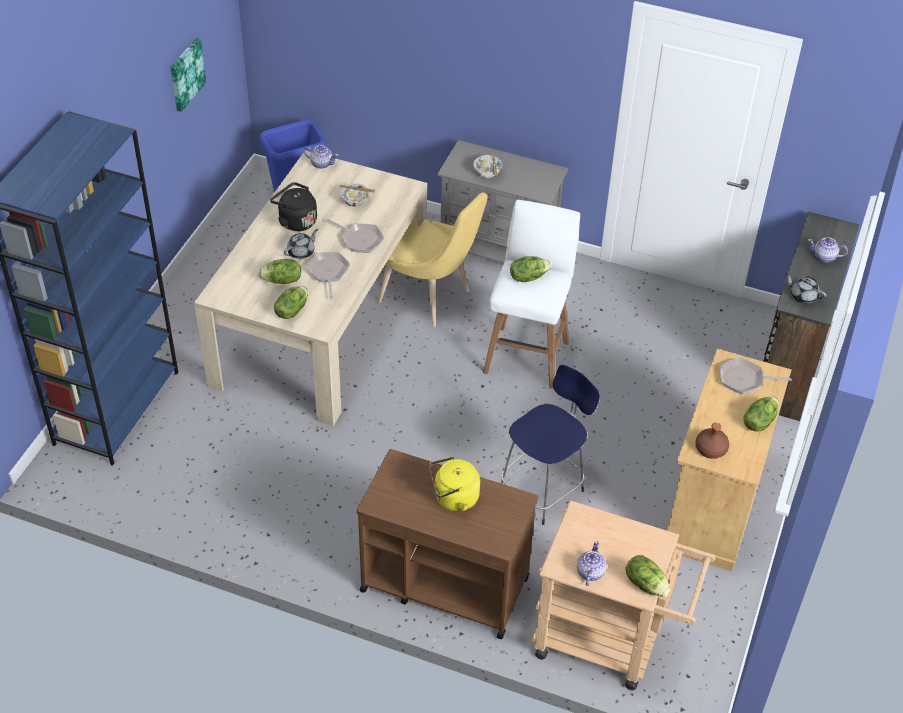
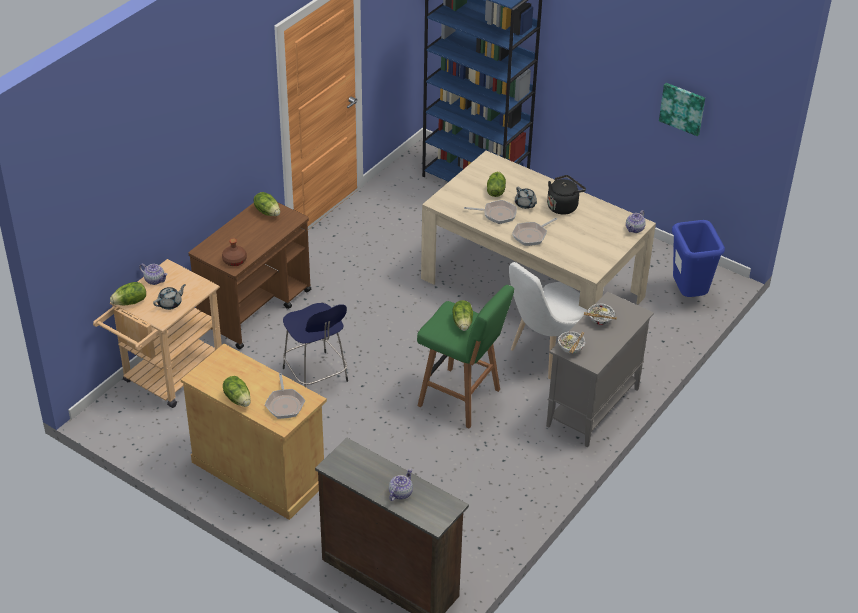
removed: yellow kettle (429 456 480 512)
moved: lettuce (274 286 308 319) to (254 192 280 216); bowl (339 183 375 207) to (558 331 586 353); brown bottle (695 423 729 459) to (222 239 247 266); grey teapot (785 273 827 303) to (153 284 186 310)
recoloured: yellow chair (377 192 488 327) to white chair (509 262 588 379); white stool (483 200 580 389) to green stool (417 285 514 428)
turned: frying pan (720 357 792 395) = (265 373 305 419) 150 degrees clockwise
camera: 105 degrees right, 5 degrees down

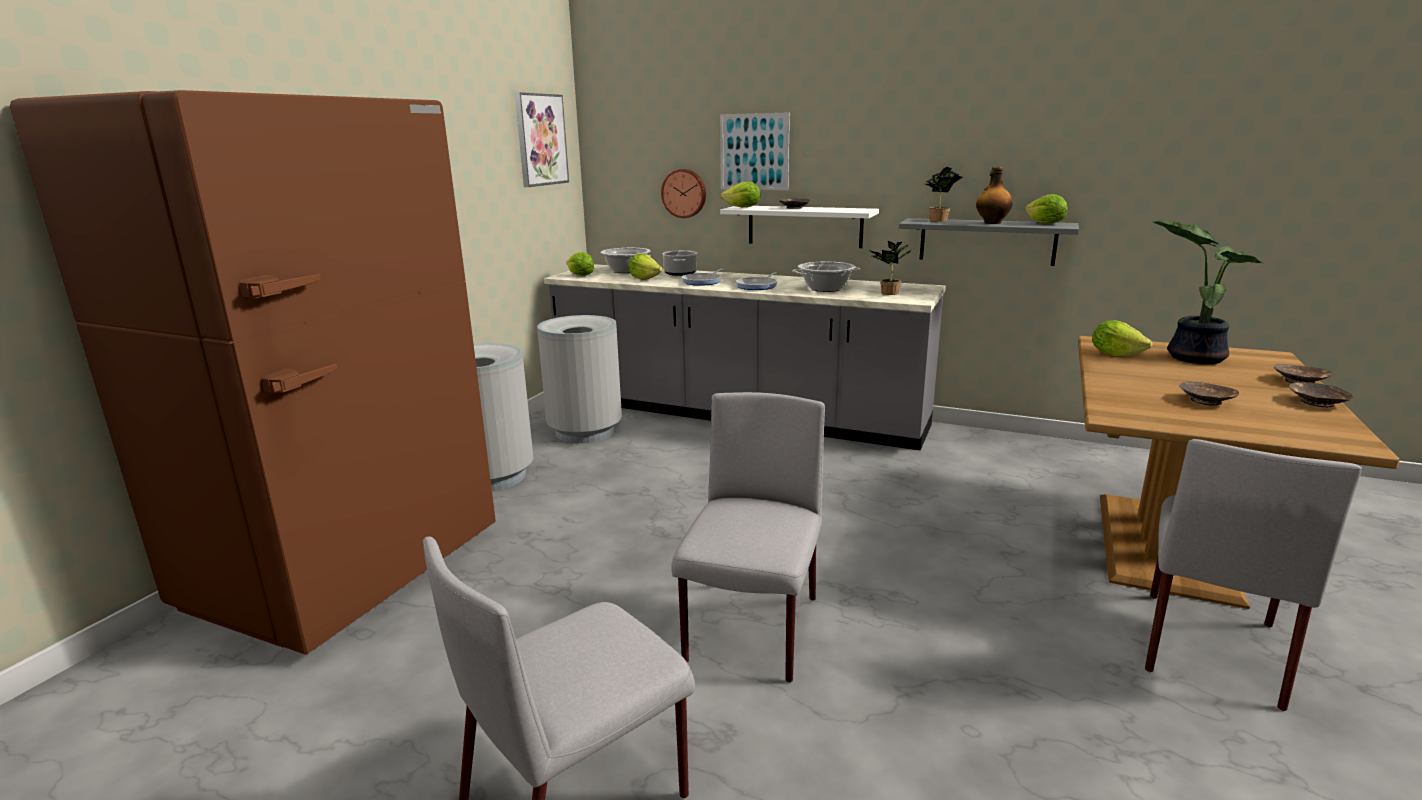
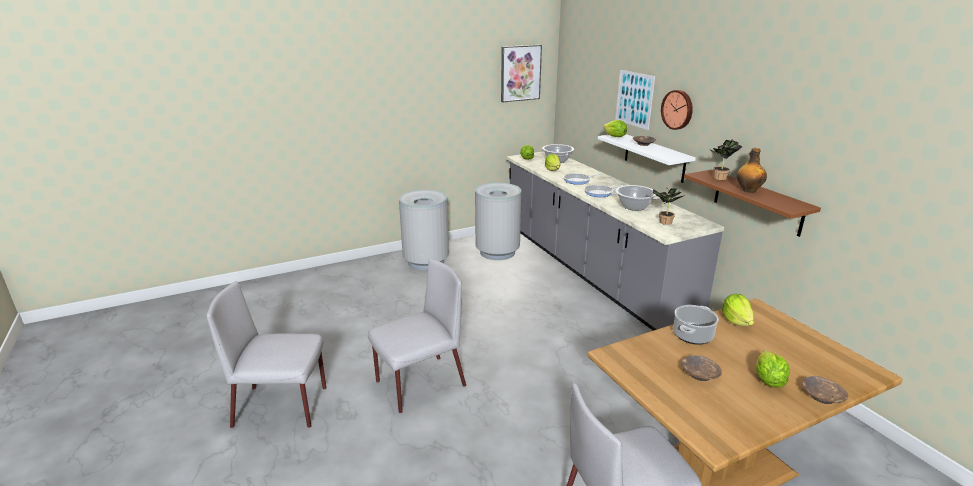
removed: brown fridge (10 90 496 655); potted plant (1153 220 1263 364); brown bowl (1289 382 1353 407)
moved: wall clock (661 169 706 218) to (661 90 693 130); cooking pot (662 250 697 276) to (673 305 719 345); lettuce (1025 194 1067 224) to (756 350 790 387)
recoloured: grey shelf (899 218 1079 266) to brown shelf (684 170 821 237)
camera: 40 degrees right, 5 degrees up

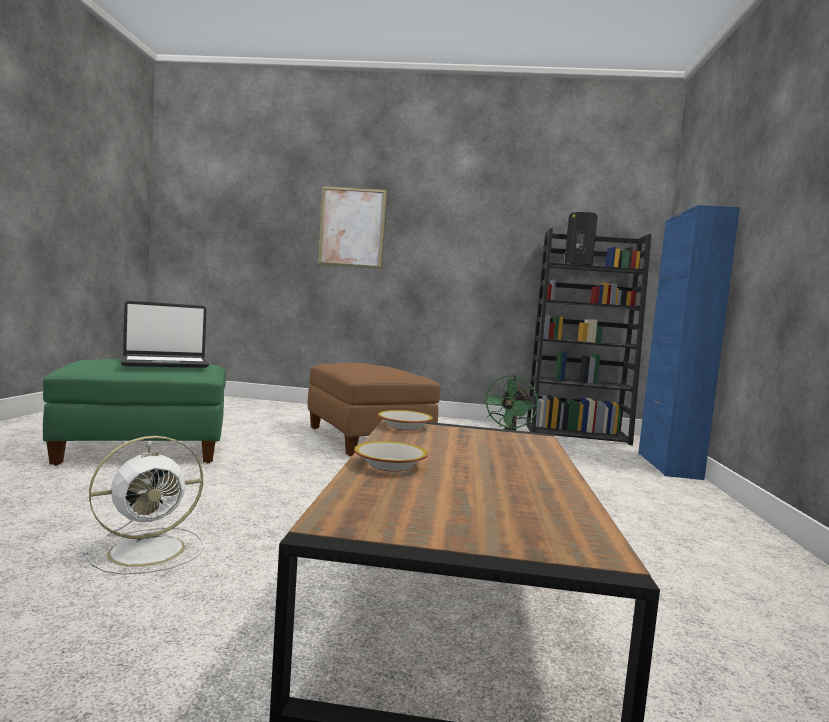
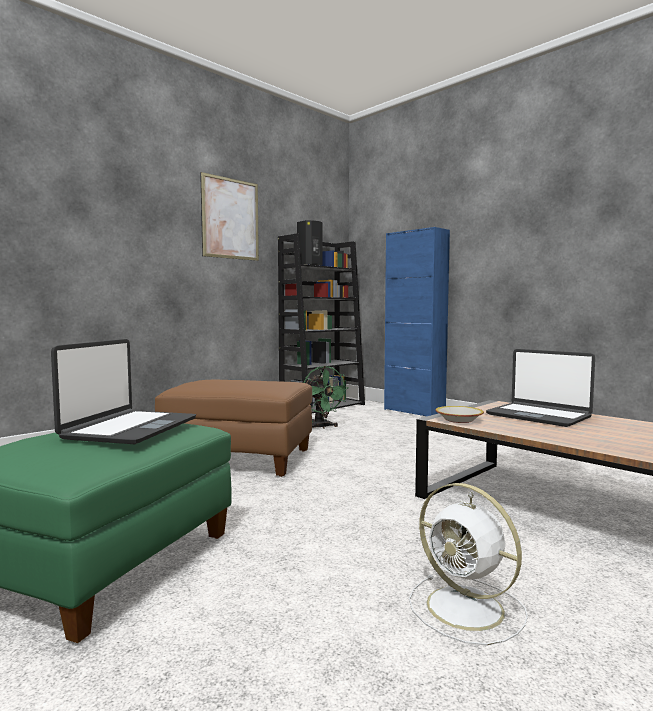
removed: bowl (354 441 428 472)
added: laptop (486 349 595 427)
moved: picture (318 186 387 269) to (200 172 259 261)
turned: white fan (82 436 204 575) = (409 483 528 645) 135 degrees clockwise
camera: 50 degrees left, 0 degrees up

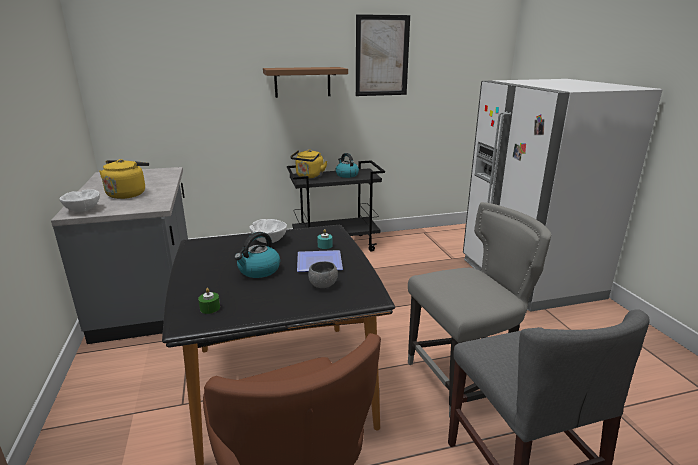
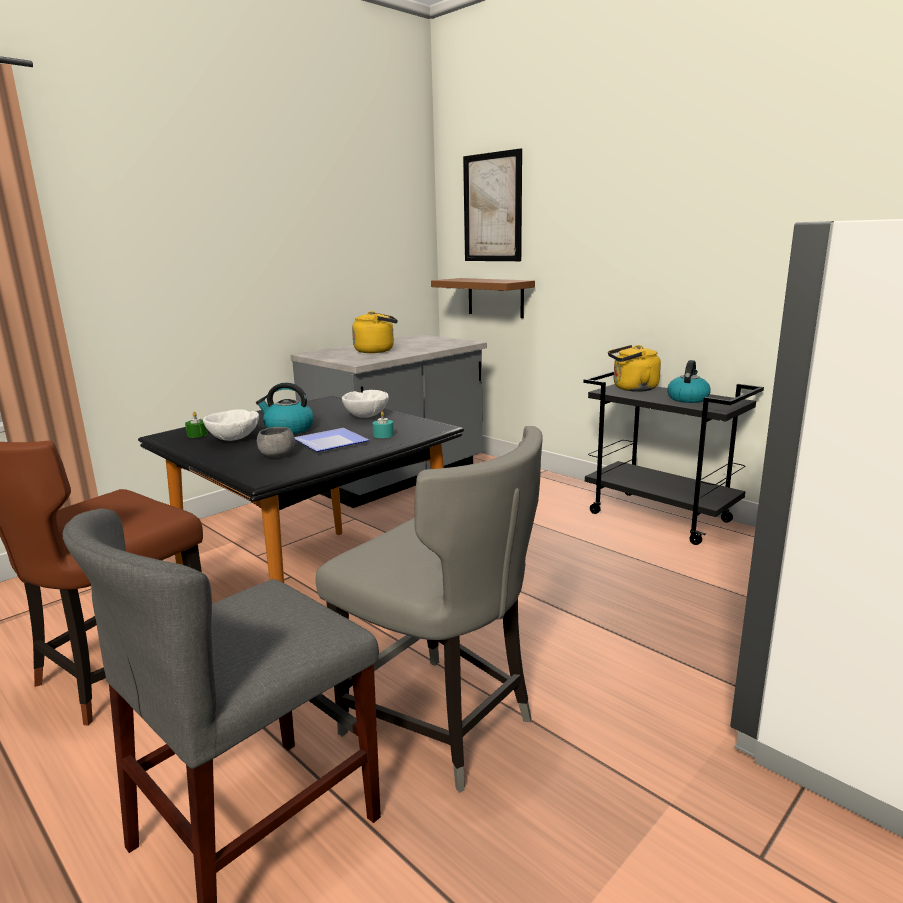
moved: white bowl (60 189 100 212) to (203 409 259 441); brown shelf (263 67 348 98) to (431 278 535 318); picture (356 14 410 96) to (463 148 522 261)
camera: 60 degrees right, 5 degrees down

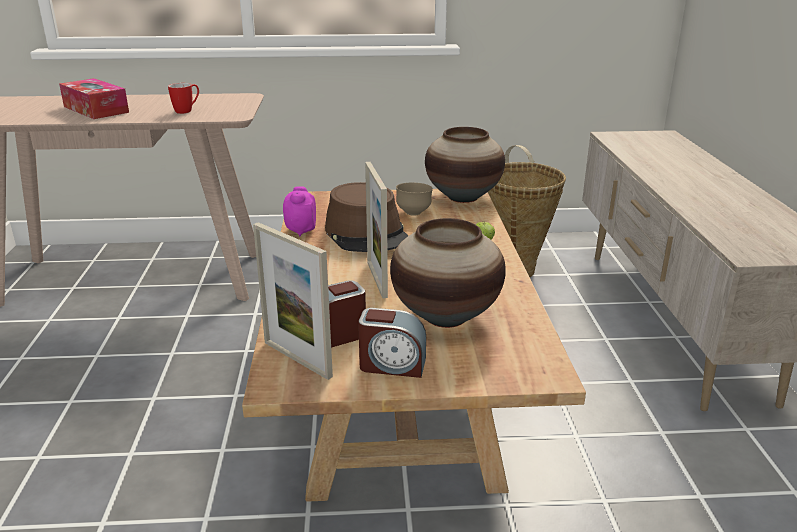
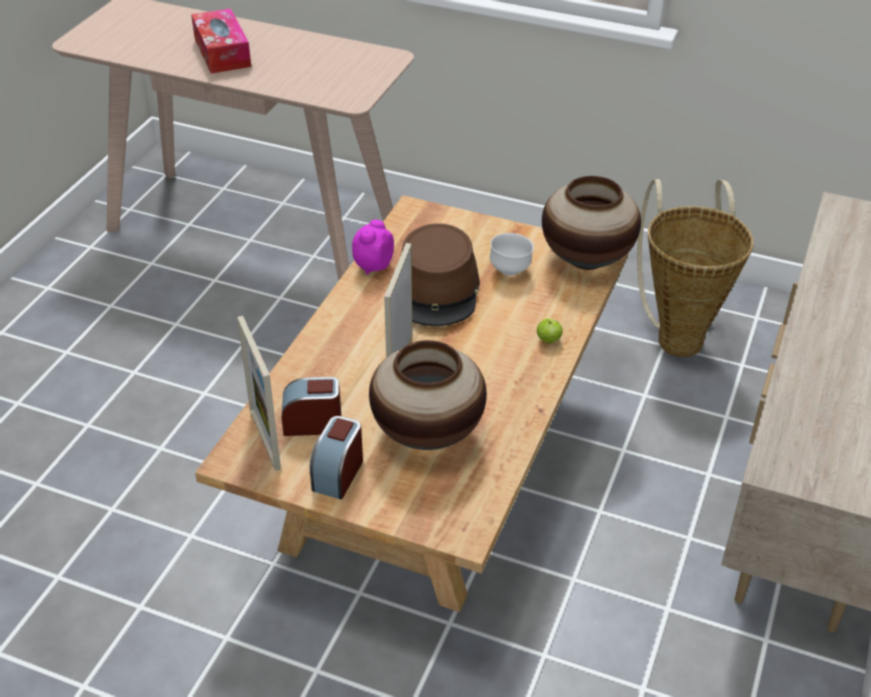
removed: mug (168 83 199 114)
recoloured: brown bowl (396 183 433 216) to white bowl (490 233 534 276)
turned: alarm clock (358 308 426 378) = (310 416 363 500) 75 degrees clockwise
camera: 25 degrees right, 15 degrees up

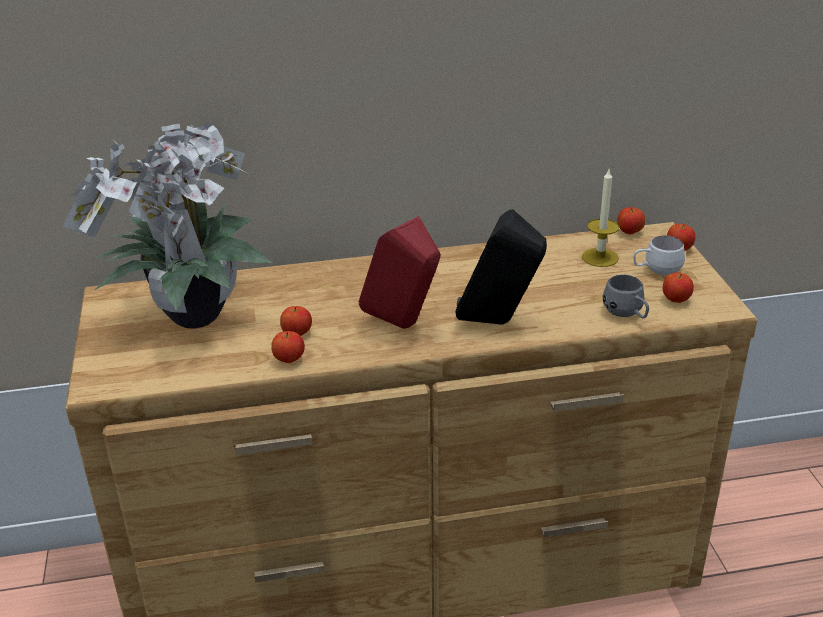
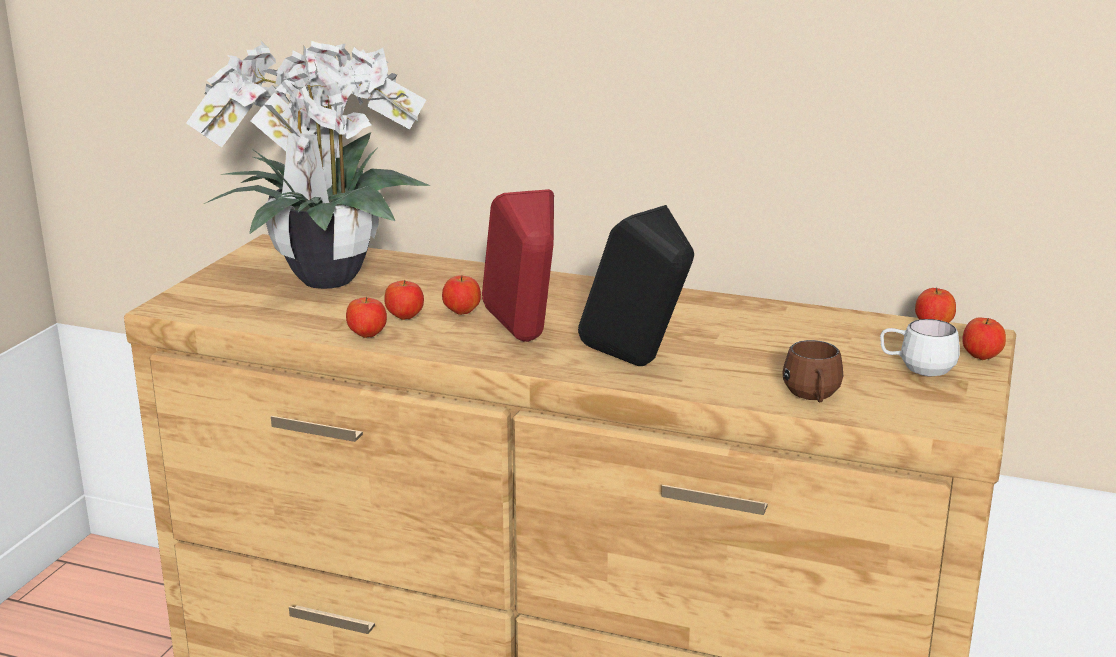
removed: candle (582 170 619 267)
moved: apple (663 273 694 303) to (442 275 481 315)
recoloured: grey mug (603 274 649 319) to brown mug (782 340 843 402)
camera: 30 degrees right, 10 degrees down

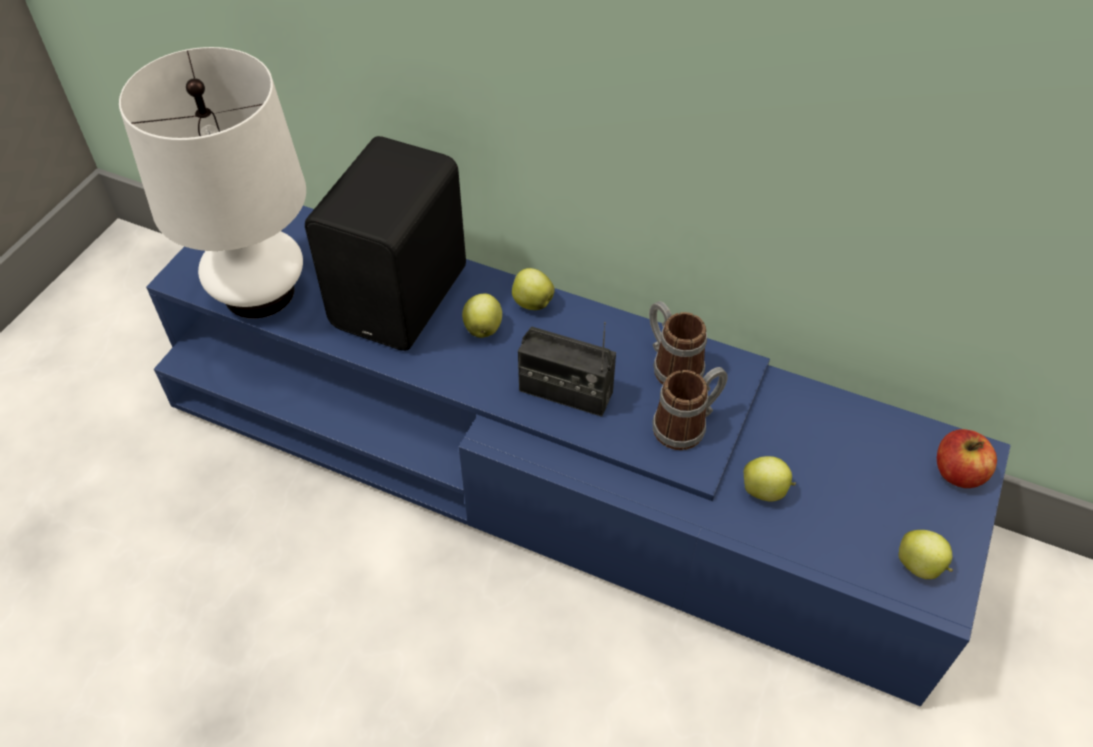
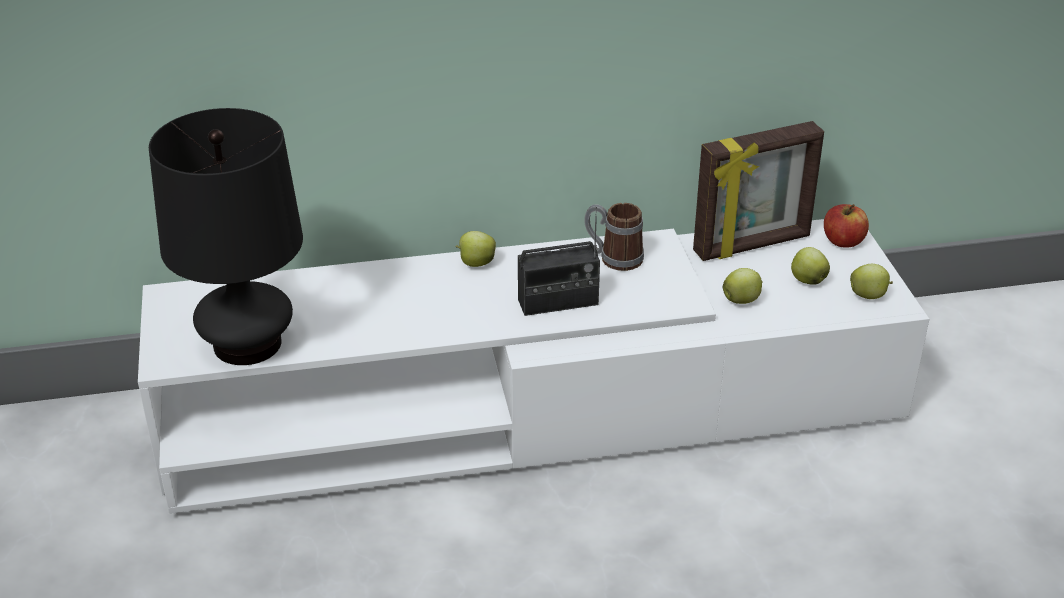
removed: black speaker (305 136 466 351); mug (653 367 728 450)
added: picture frame (693 121 824 261)
moved: apple (462 293 502 338) to (791 247 830 285)
recoloured: white table lamp (119 47 306 319) to black table lamp (149 108 303 365); blue tv stand (146 206 1011 706) to white tv stand (138 219 929 514)
camera: 35 degrees left, 15 degrees down

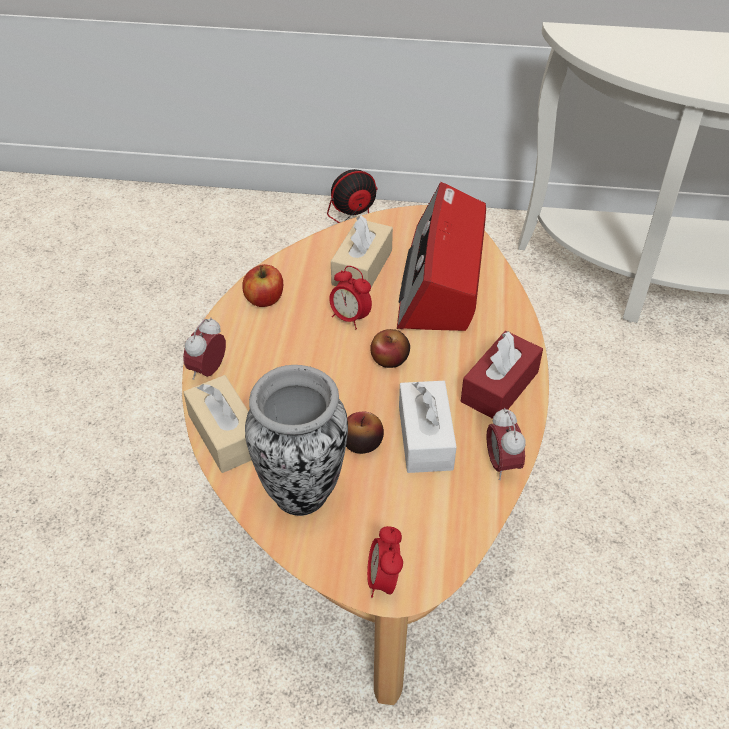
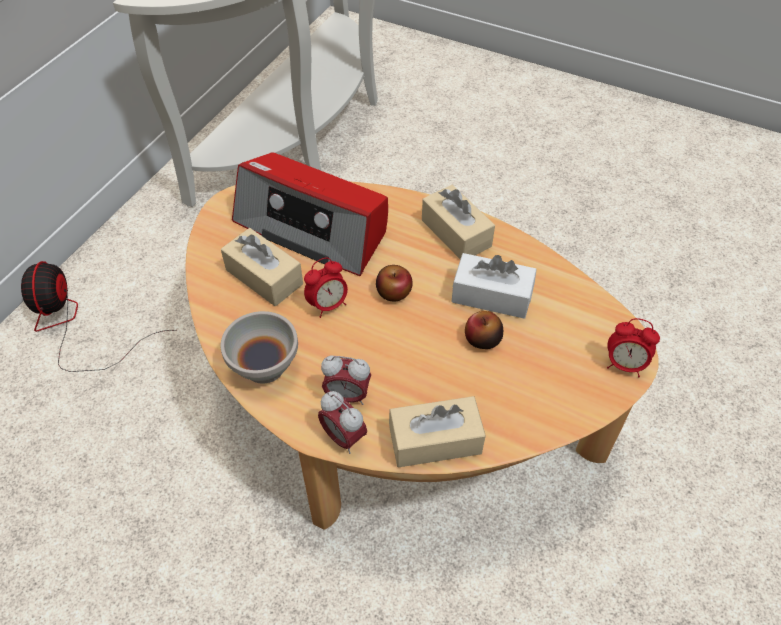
removed: vase (245 365 348 516)
moved: alarm clock (486 408 526 480) to (321 356 371 405)
replaced: apple (242 264 283 307) to white bowl (221 311 298 384)
recoloured: red tissue box (461 331 543 419) to beige tissue box (422 185 495 259)
camera: 70 degrees left, 5 degrees up

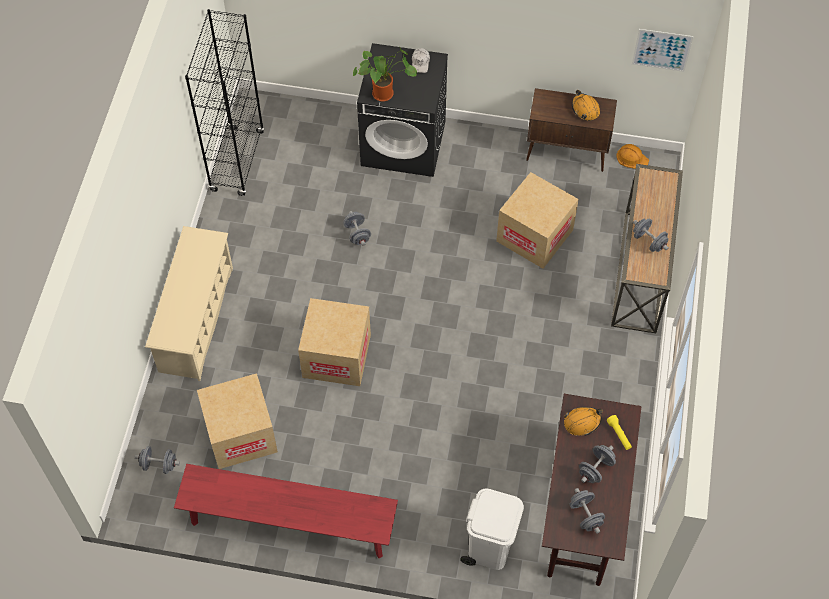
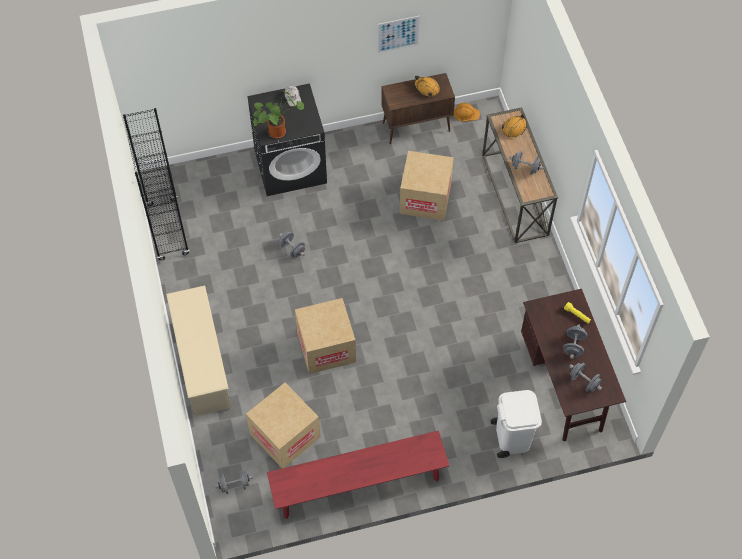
moved: orange hard hat (564 407 603 436) to (501 114 527 137); picture (632 29 693 72) to (377 16 420 53)
camera: 25 degrees left, 0 degrees up

